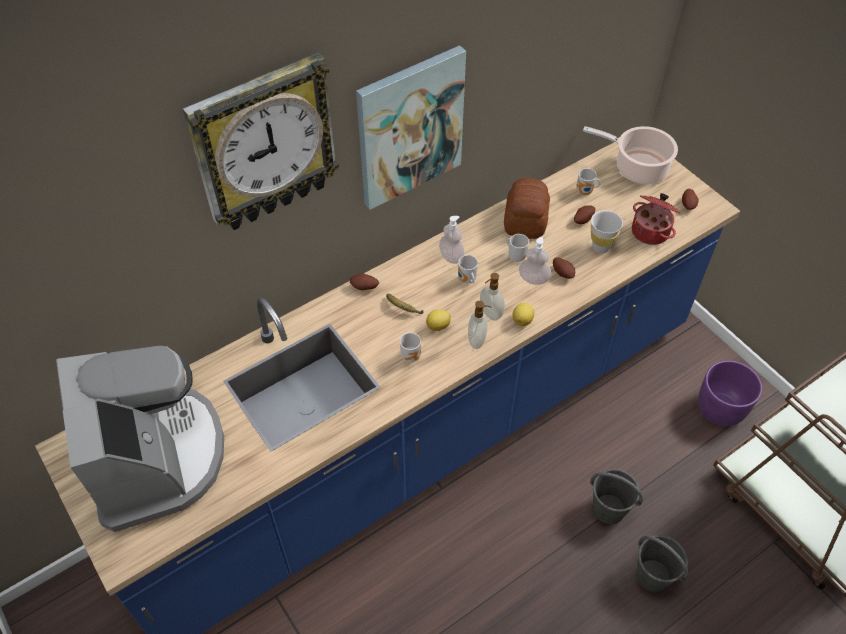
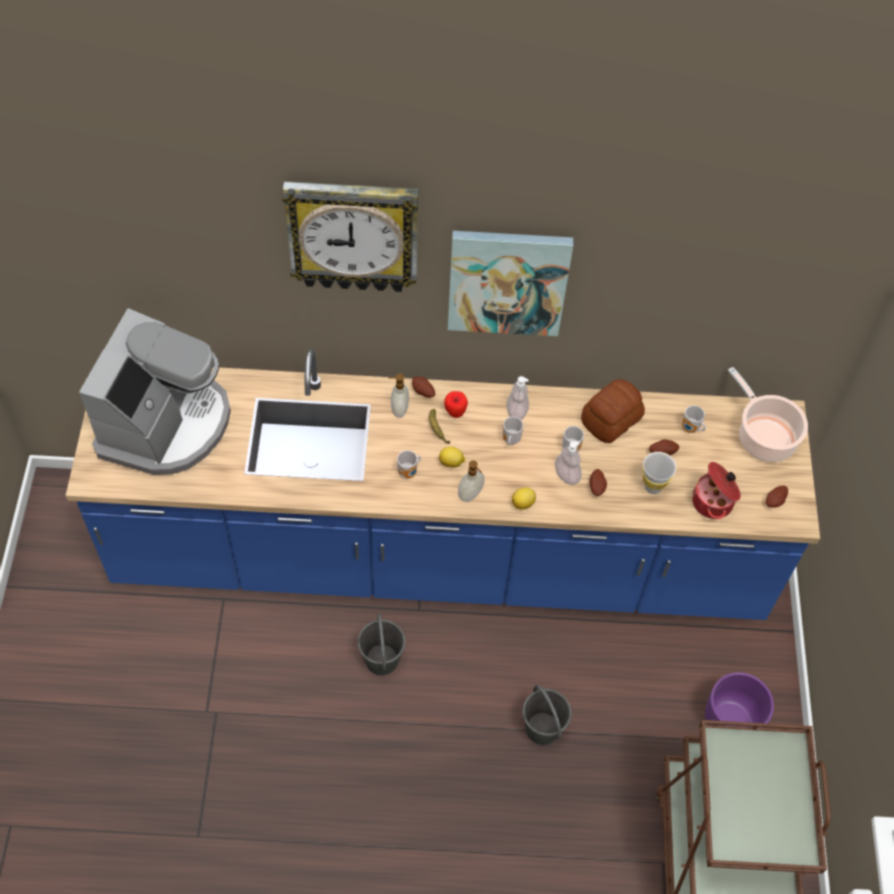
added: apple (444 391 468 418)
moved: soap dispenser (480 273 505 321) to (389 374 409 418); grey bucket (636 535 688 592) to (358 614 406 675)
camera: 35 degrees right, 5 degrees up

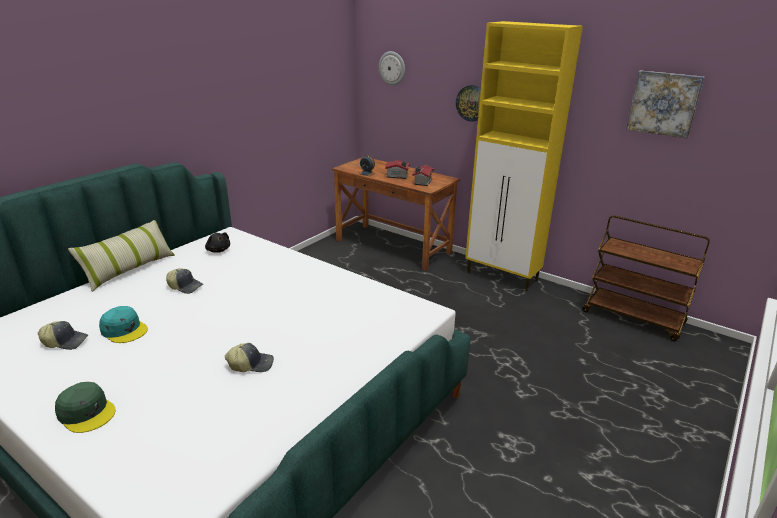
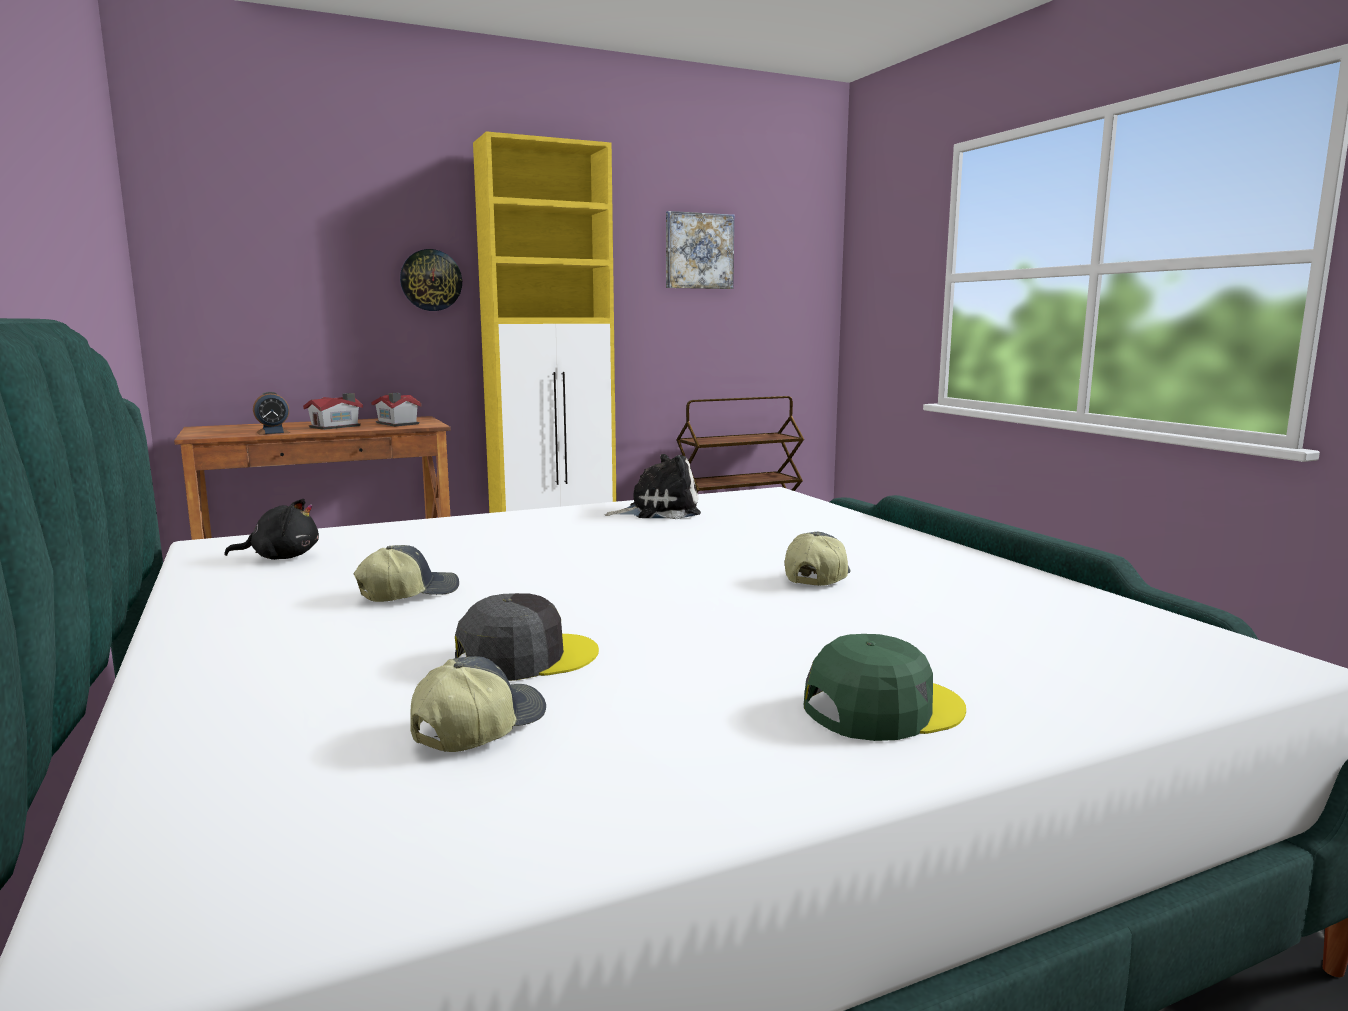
removed: pillow (68 220 175 292); wall clock (379 51 405 85)
added: plush toy (605 454 701 519)
recoloured: turquoise cap (99 306 148 343) to grey cap (455 593 599 681)
camera: 60 degrees left, 15 degrees down

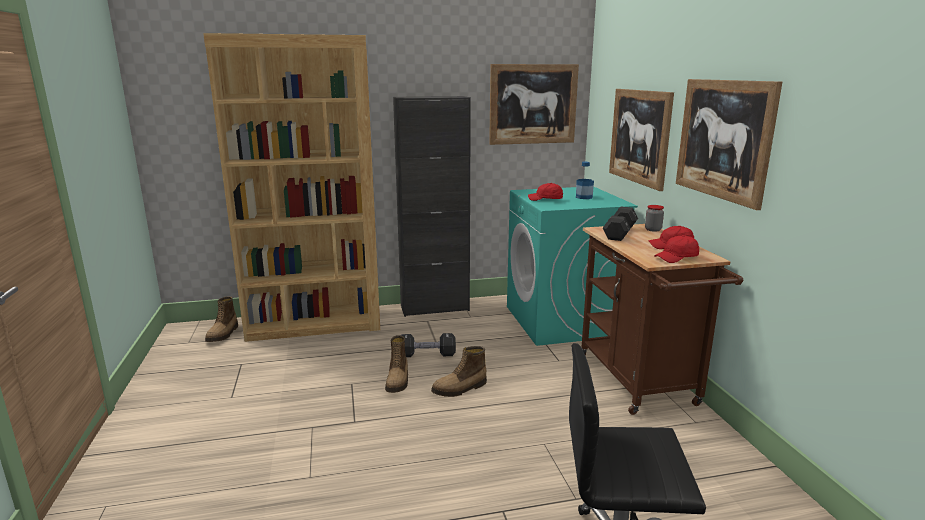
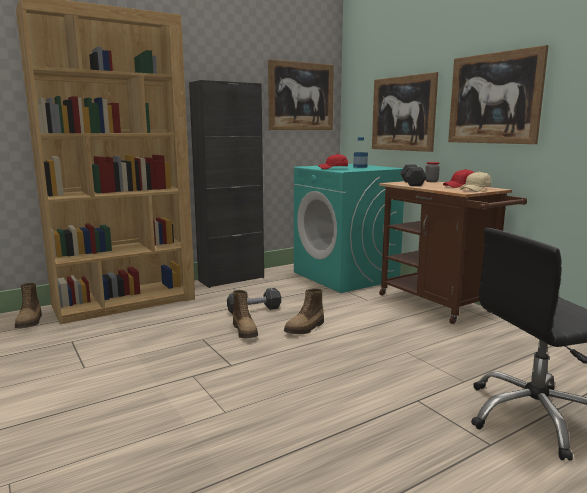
recoloured: red cap (654 235 699 263) to beige cap (460 172 491 192)
camera: 20 degrees left, 5 degrees down

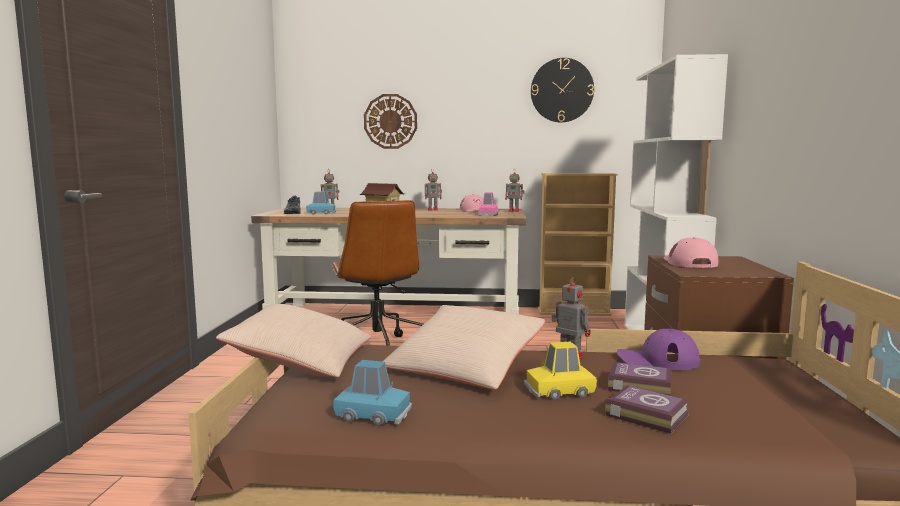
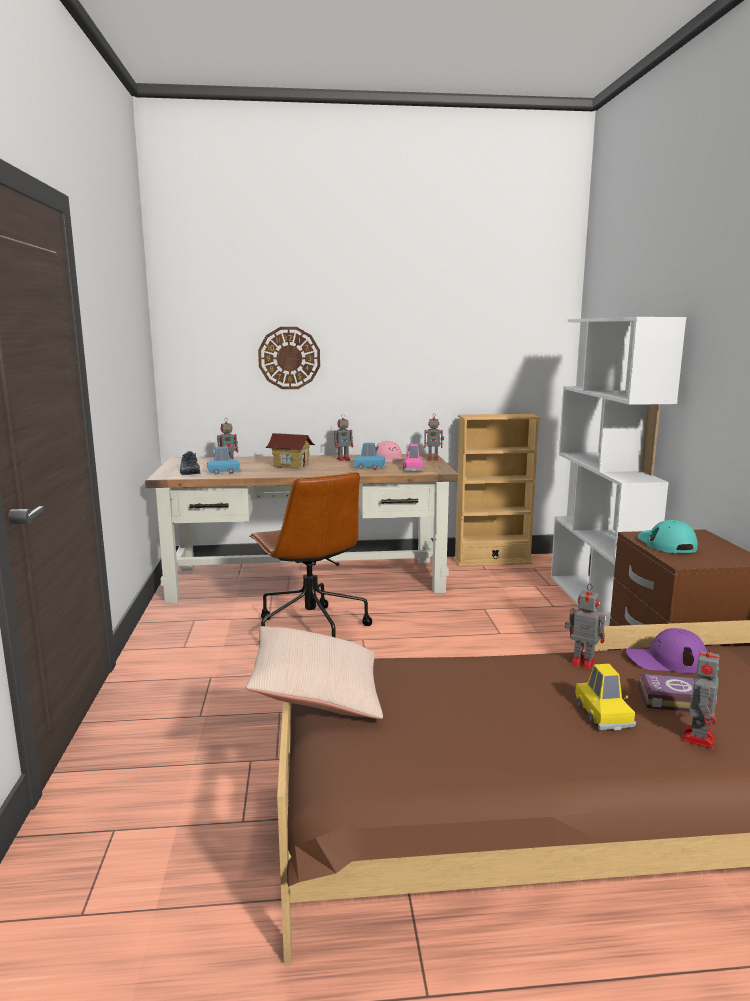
removed: beige pillow (383 305 545 390); wall clock (531 58 594 122)
moved: blue toy car (333 360 412 425) to (353 443 386 469)
replaced: book (605 386 689 434) to toy robot (682 644 720 749)
recoloured: pink cap (664 237 718 268) to turquoise cap (638 520 698 554)
turned: yellow toy car (524 342 597 400) = (575 664 636 730) 75 degrees counterclockwise
camera: 10 degrees left, 5 degrees up

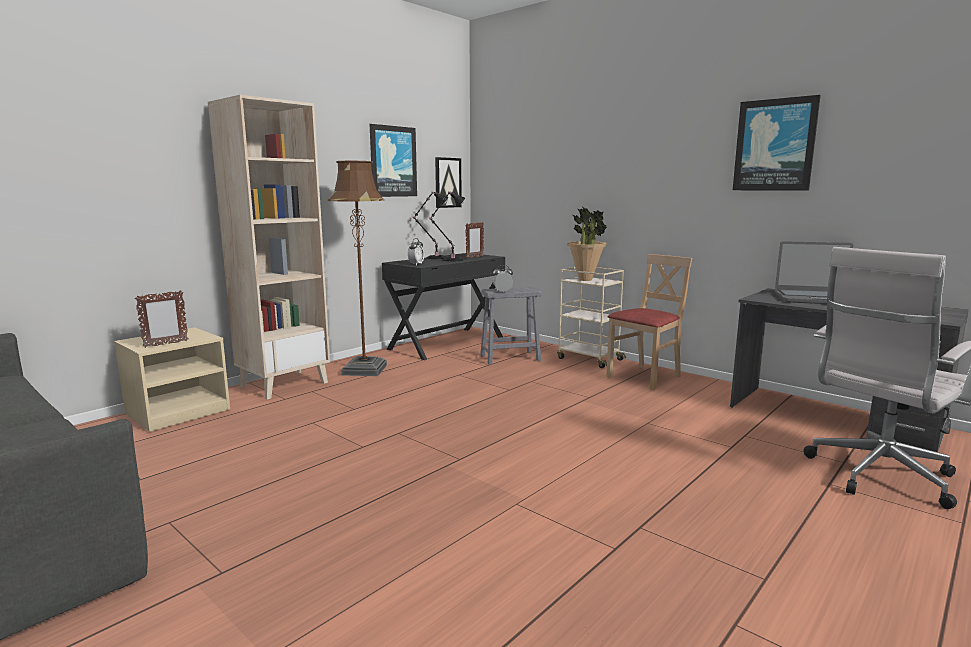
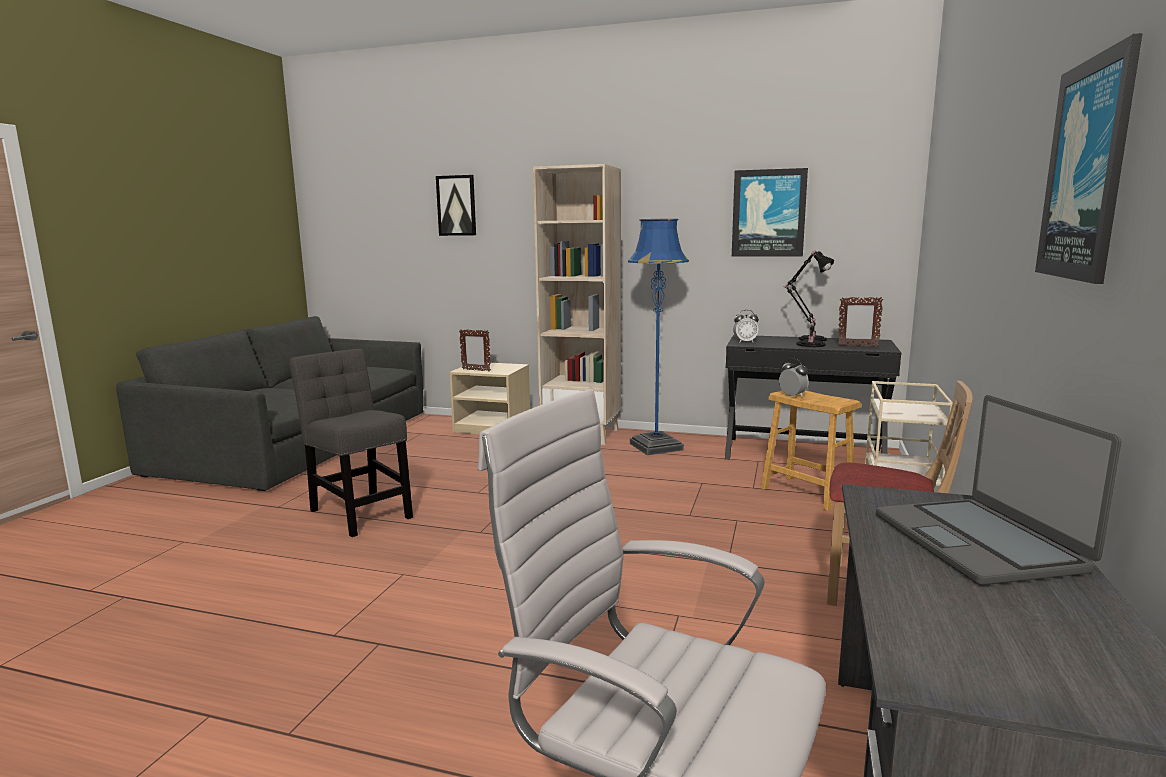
removed: potted plant (567 206 607 281)
added: grey chair (289 349 413 537)
moved: picture (435 157 462 208) to (436 175 476 236)
recoloured: brown floor lamp (328 161 387 376) to blue floor lamp (628 219 689 455); grey stool (480 287 542 365) to brown stool (760 390 862 511)
camera: 65 degrees right, 0 degrees up

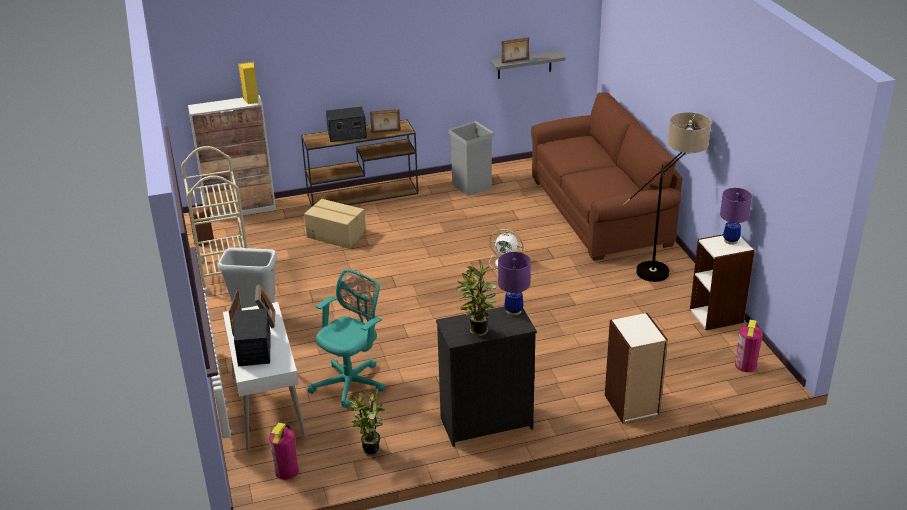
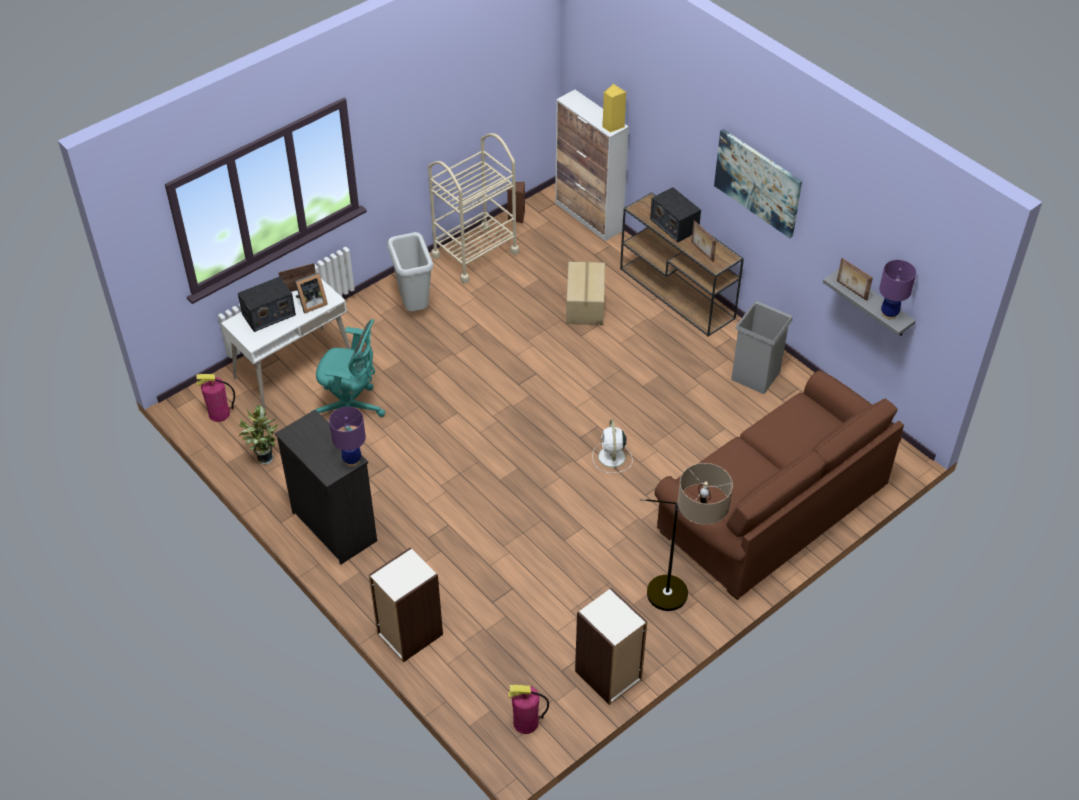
removed: potted plant (455 259 497 336)
added: picture (714 129 802 238)
moved: purple table lamp (720 188 752 245) to (879 260 916 319)
camera: 65 degrees right, 15 degrees up

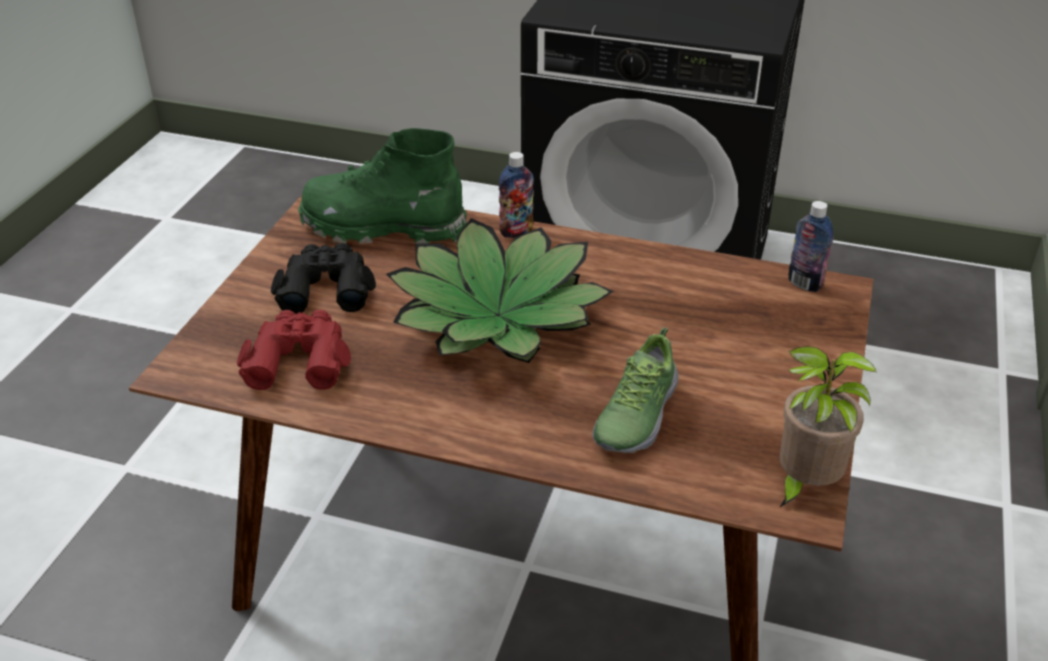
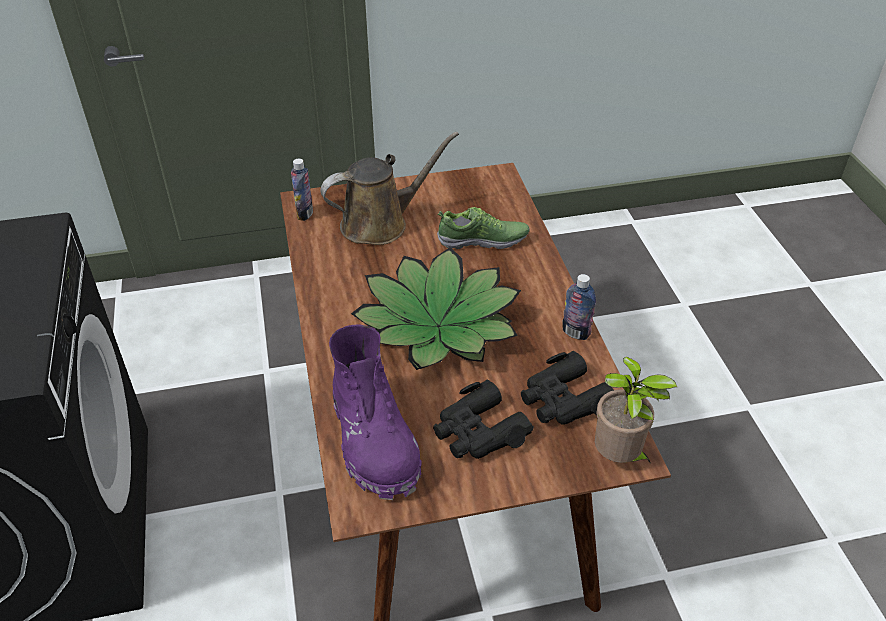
added: brown watering can (320 132 459 245)
moved: bottle (499 152 534 238) to (562 274 596 340); potted plant (779 346 876 508) to (595 356 677 464)
recoloured: red binoculars (237 310 351 390) to black binoculars (521 351 614 425); green boot (298 128 467 244) to purple boot (329 325 421 500)
camera: 120 degrees left, 5 degrees up

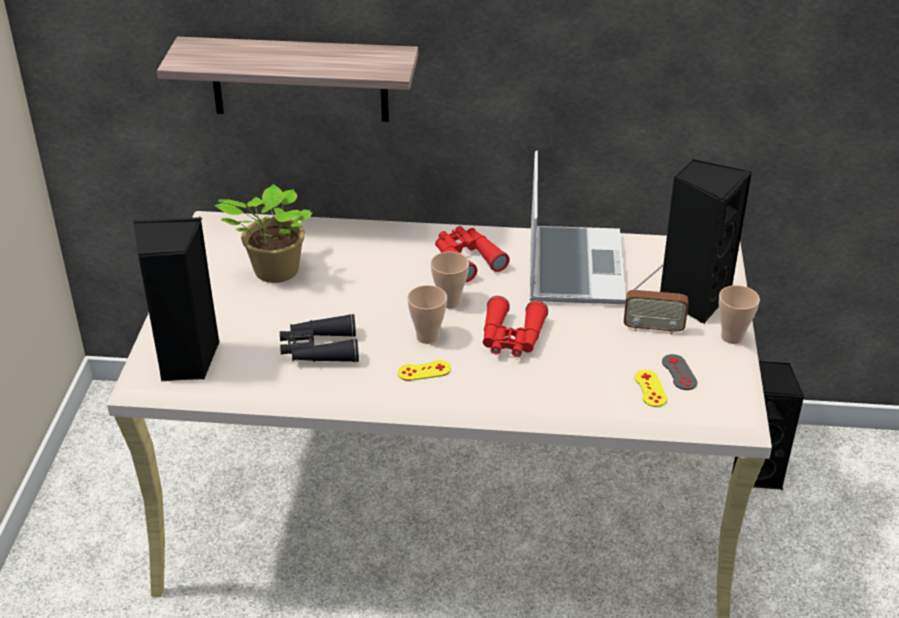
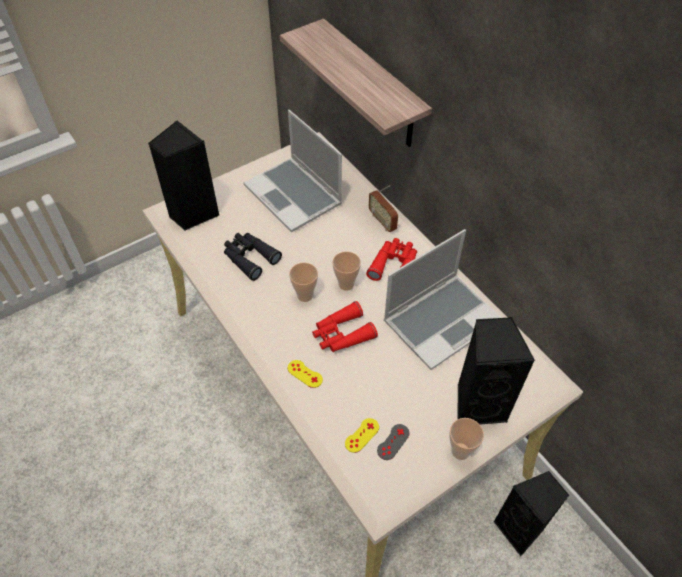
moved: yellow game controller (398 360 451 381) to (288 360 323 388); radio (624 265 688 335) to (369 185 398 232)
replaced: potted plant (214 184 313 283) to laptop (243 110 342 232)
camera: 50 degrees right, 15 degrees up

